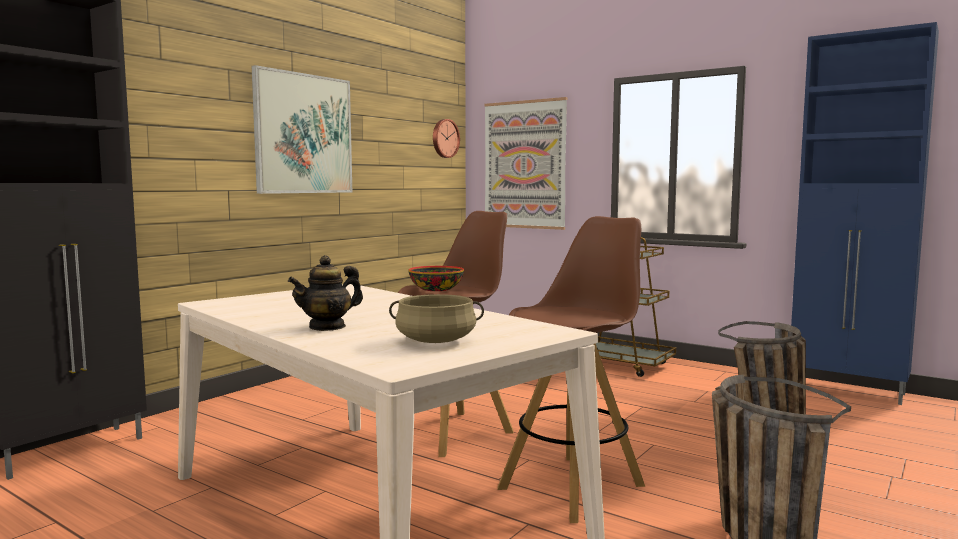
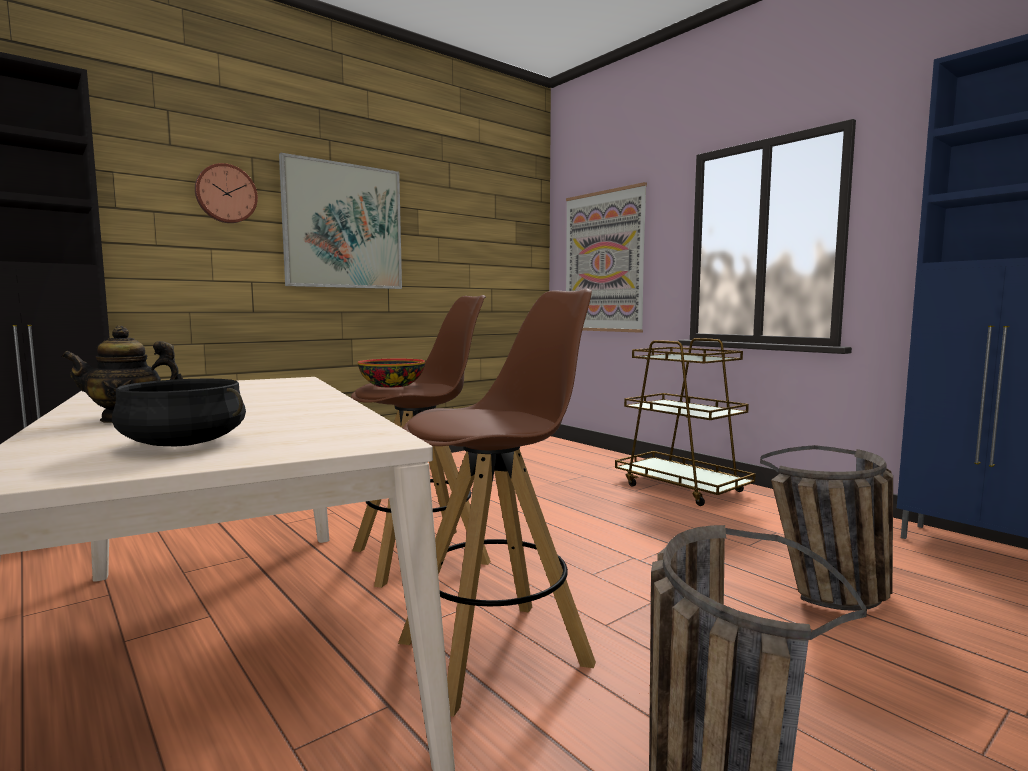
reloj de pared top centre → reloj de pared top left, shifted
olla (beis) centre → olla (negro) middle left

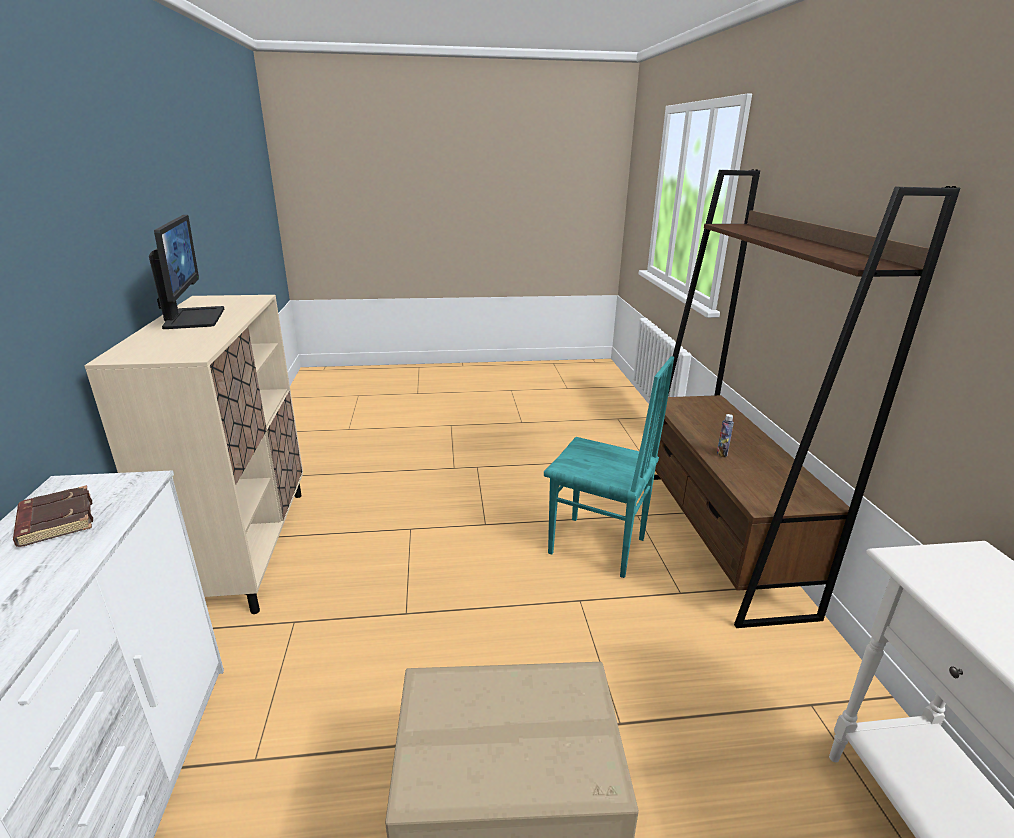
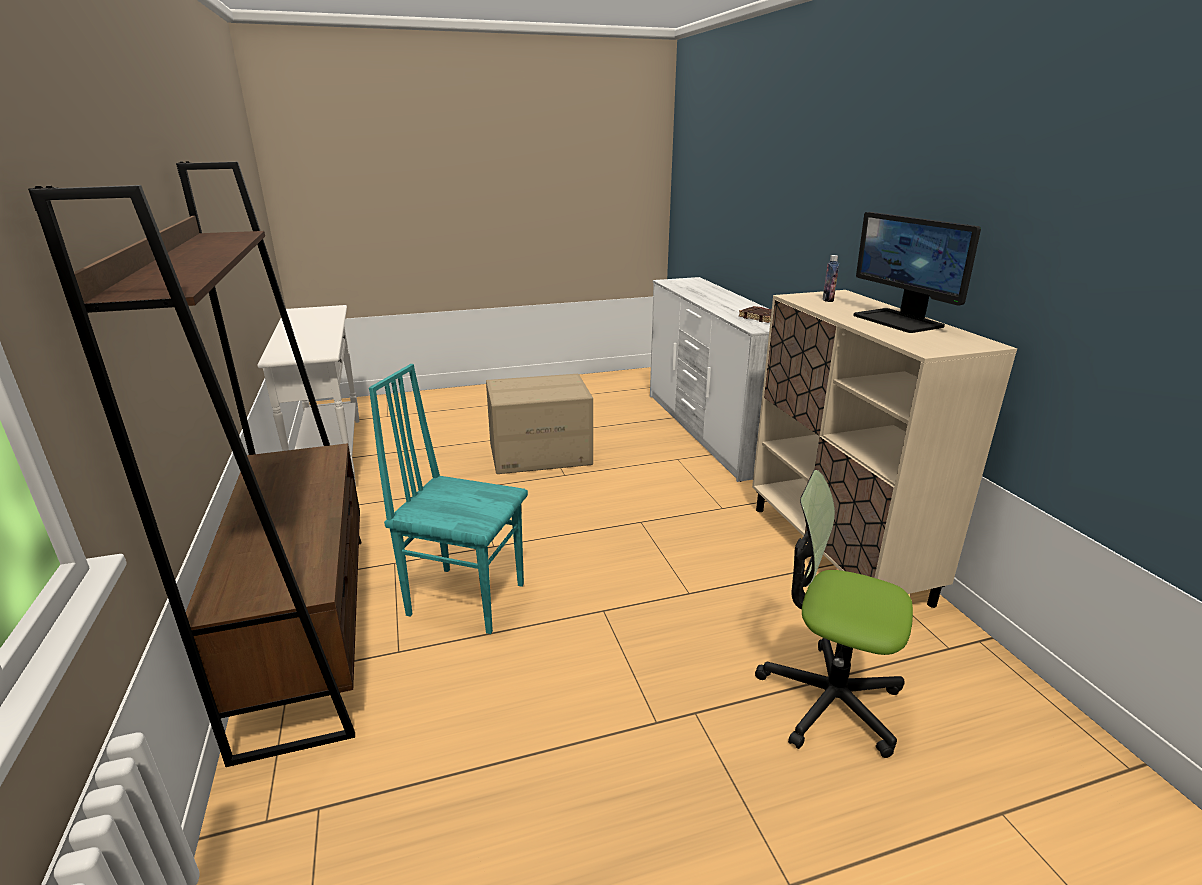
- → silla de oficina bottom right
botella middle right → botella top right, shifted

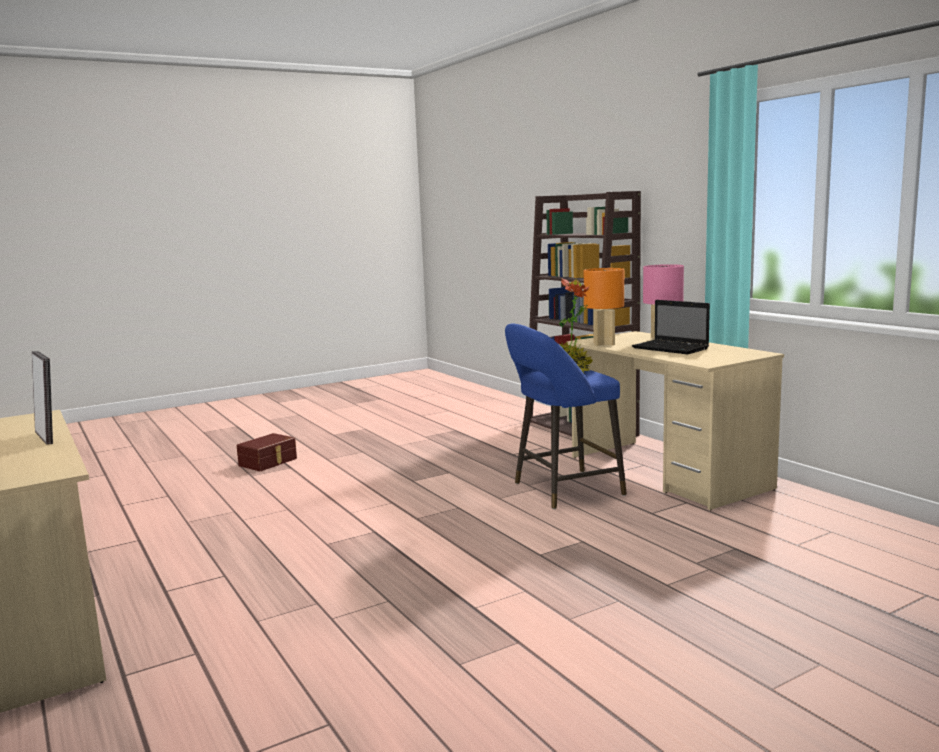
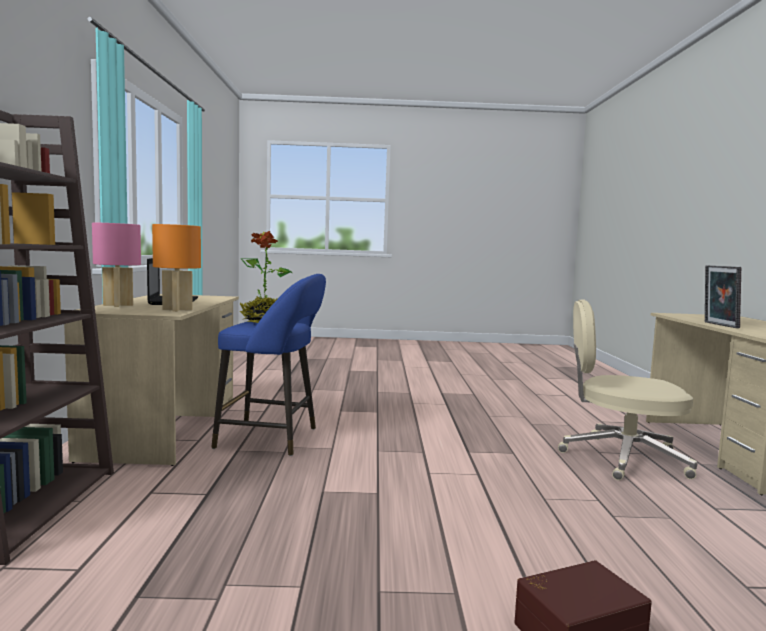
- → silla de oficina (beis) middle right

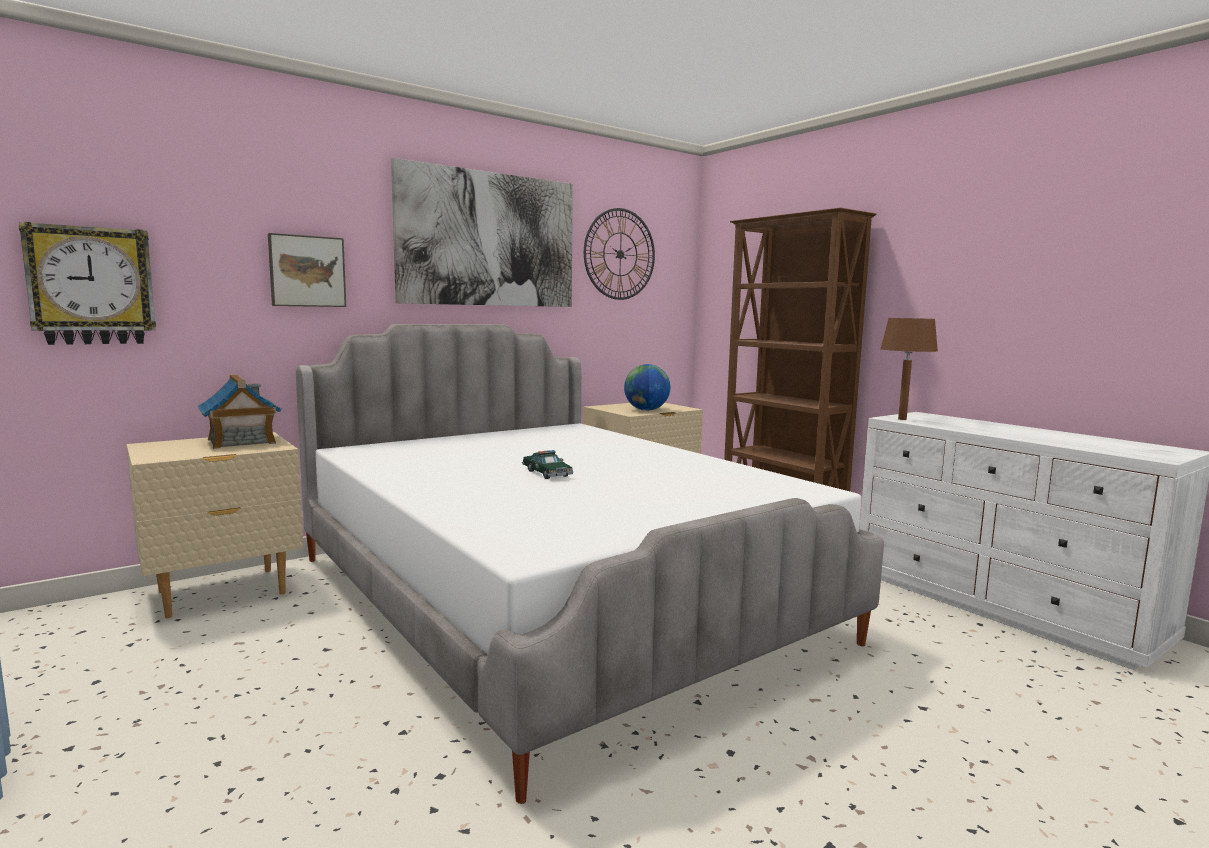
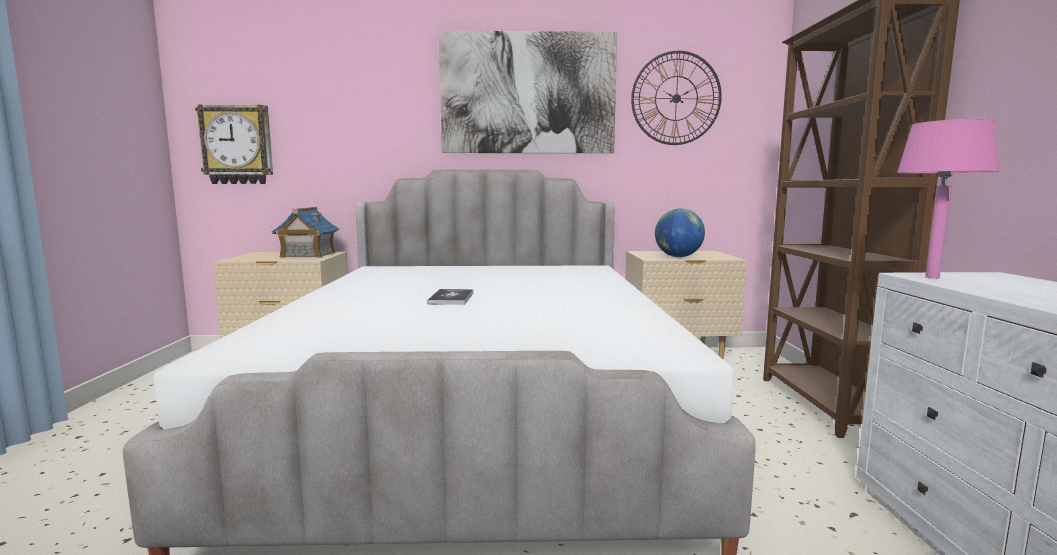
cuadro (no. 1 from left) top left → -
coche de juguete centre → libro centre
lámpara de mesa (marrón) middle right → lámpara de mesa (rosa) middle right

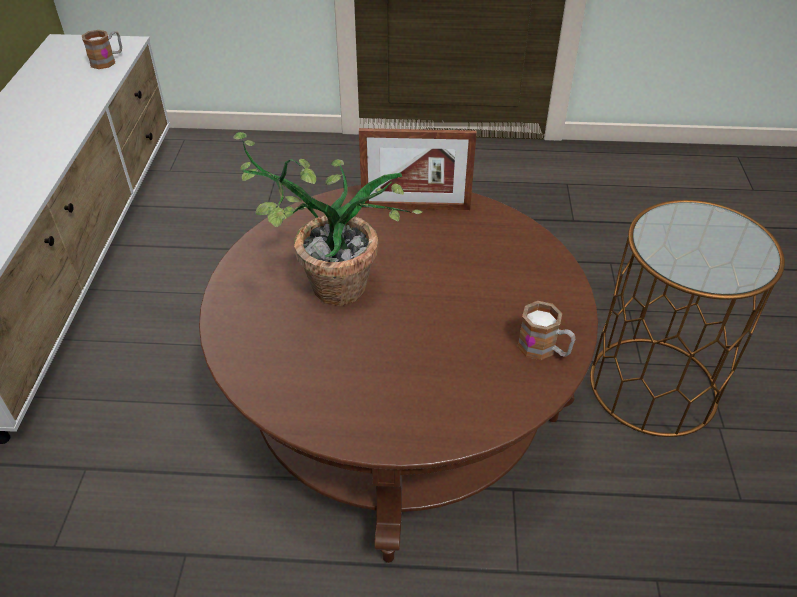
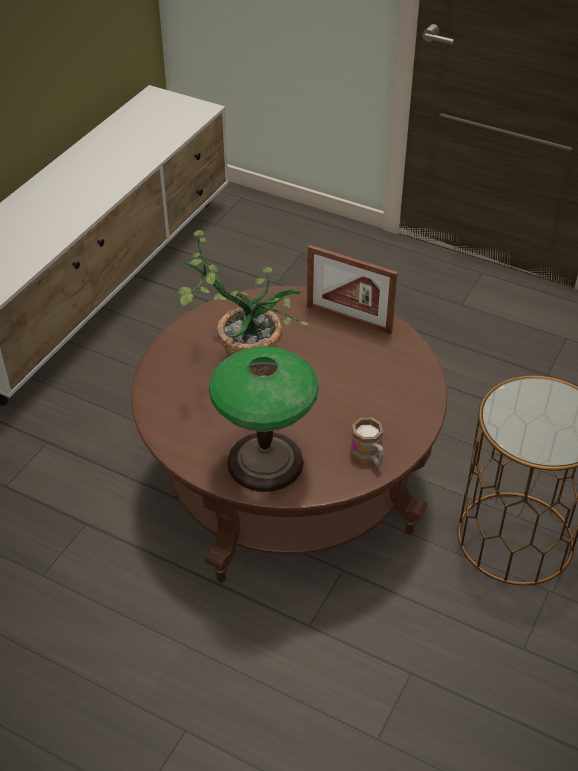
taza grande (no. 1 from left) top left → -
- → lámpara de mesa centre

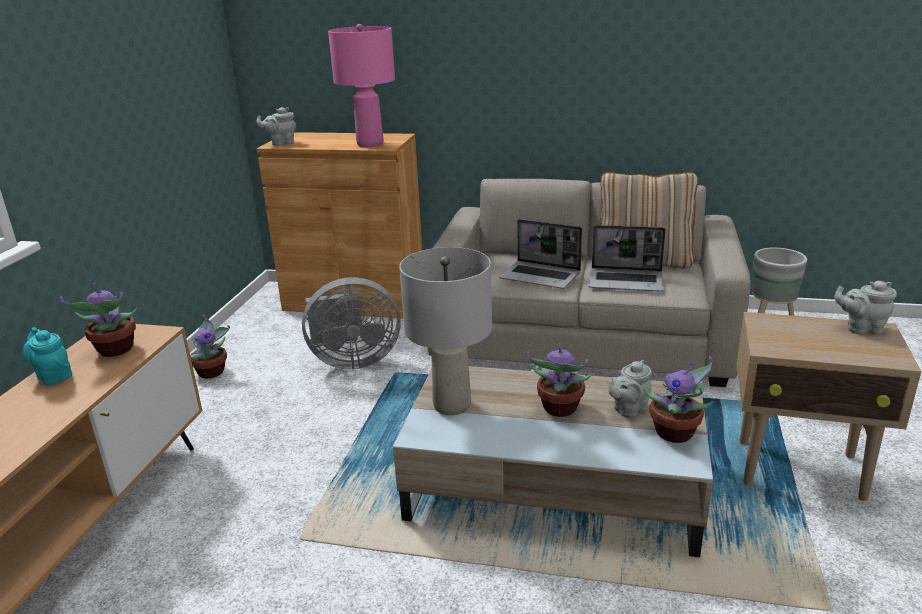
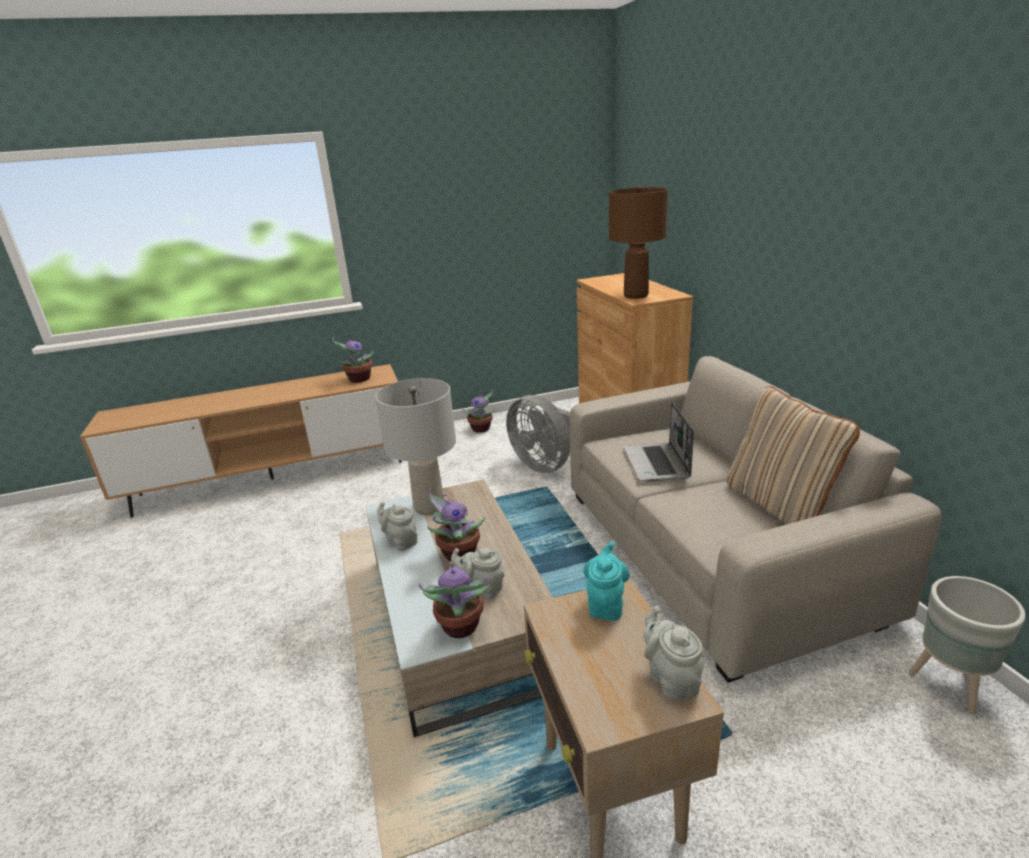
portátil (no. 2 from left) middle right → -
tetera (turquesa) middle left → tetera (turquesa) bottom centre, shifted
tetera (gris) (no. 1 from left) top left → tetera (gris) (no. 1 from left) centre, shifted
lámpara de mesa (rosa) top centre → lámpara de mesa (marrón) top centre

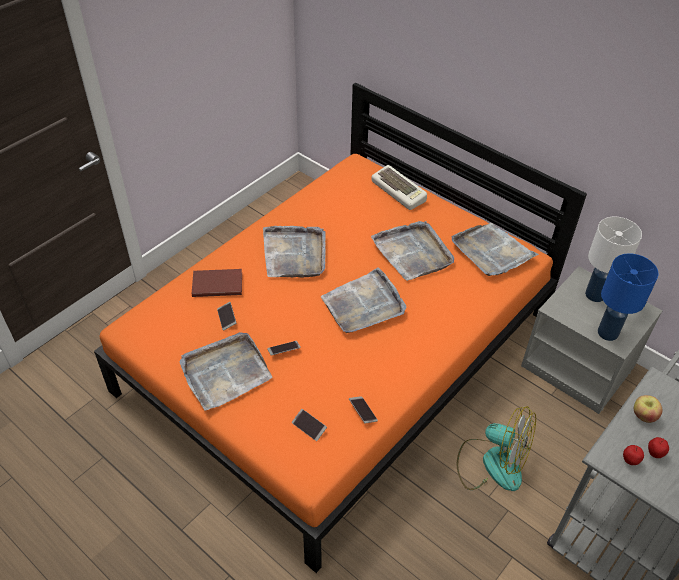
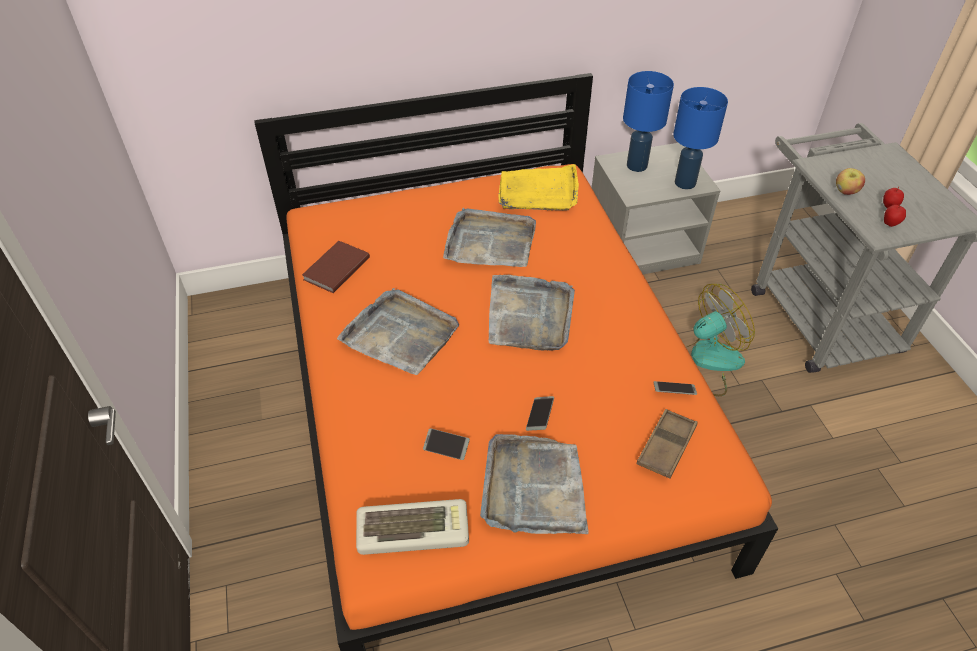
libro (marrón) middle left → libro (marrón) centre, shifted
teclado top centre → teclado bottom centre, shifted
móvil (no. 3 from left) bottom centre → bandeja (marrón) bottom right
bandeja (gris) (no. 5 from left) middle right → bandeja (amarillo) top centre
lámpara de mesa (blanco) middle right → lámpara de mesa (azul) (no. 1 from left) top centre

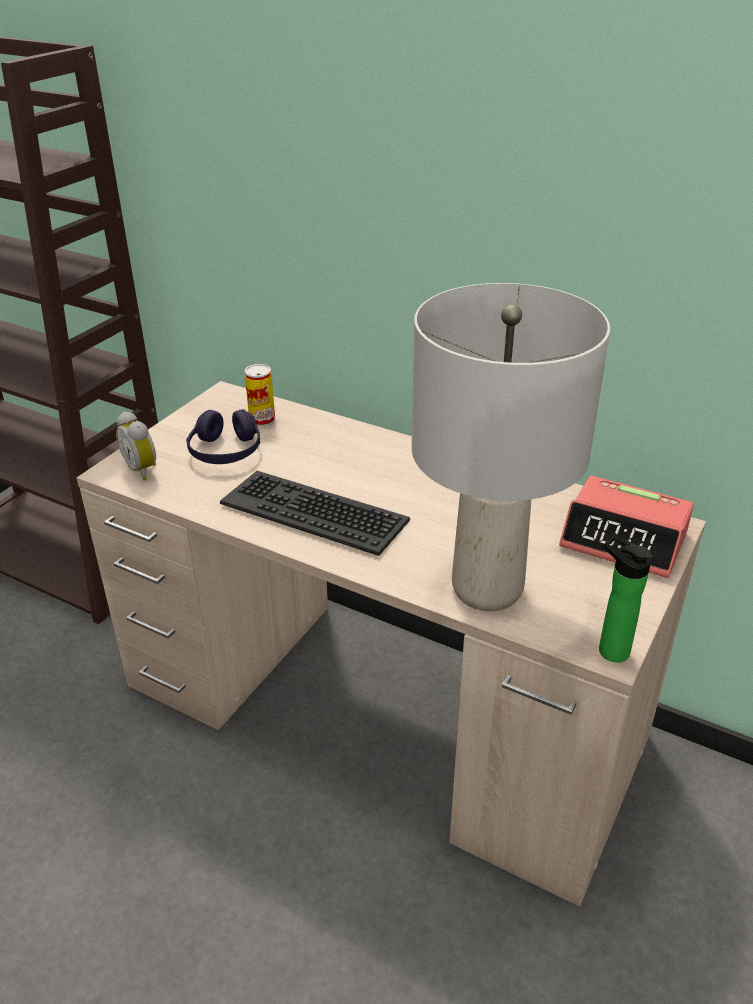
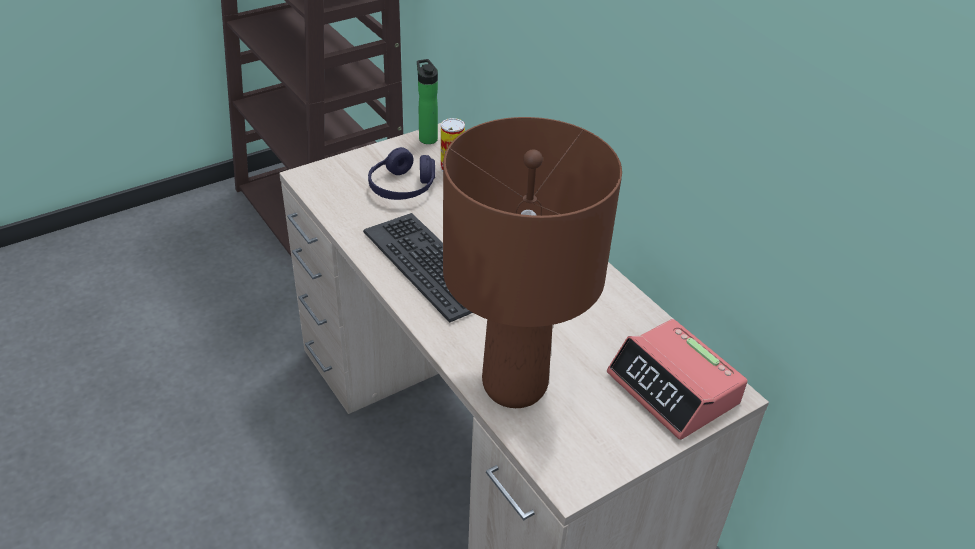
despertador (no. 1 from left) middle left → -
botella middle right → botella top centre, shifted
lámpara de mesa (gris) middle right → lámpara de mesa (marrón) centre

